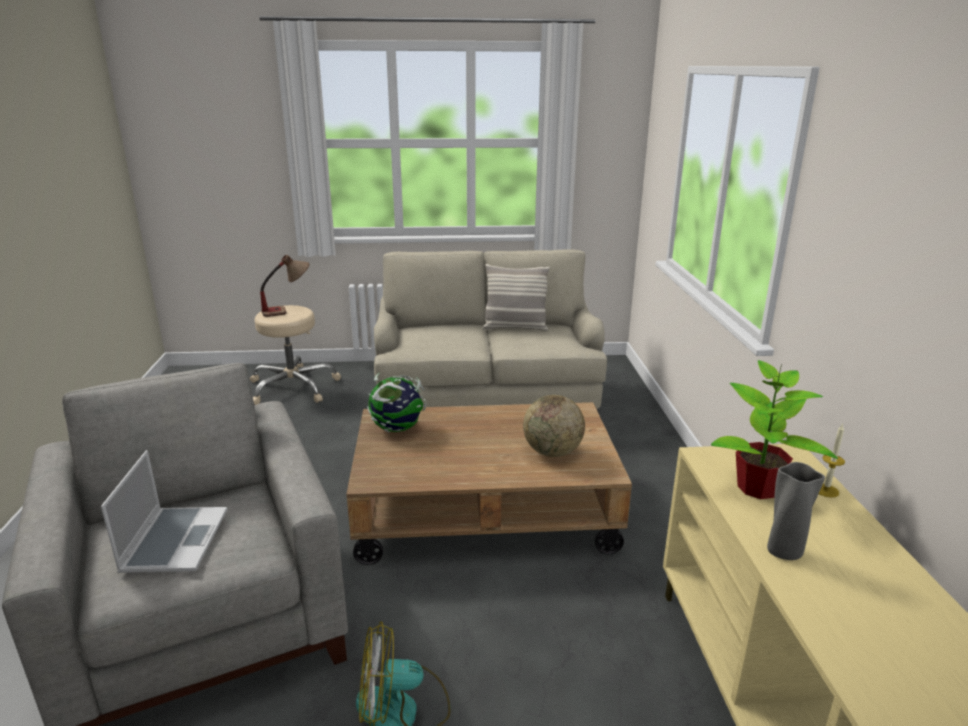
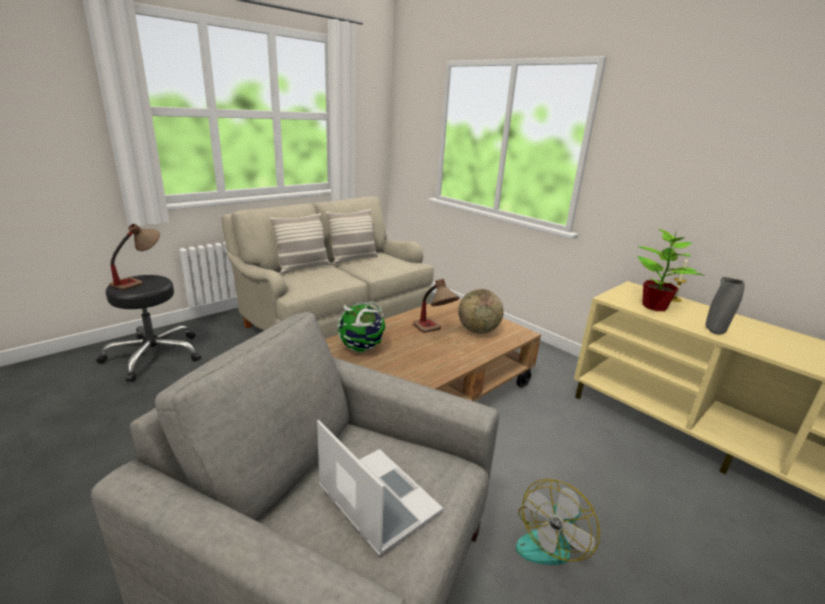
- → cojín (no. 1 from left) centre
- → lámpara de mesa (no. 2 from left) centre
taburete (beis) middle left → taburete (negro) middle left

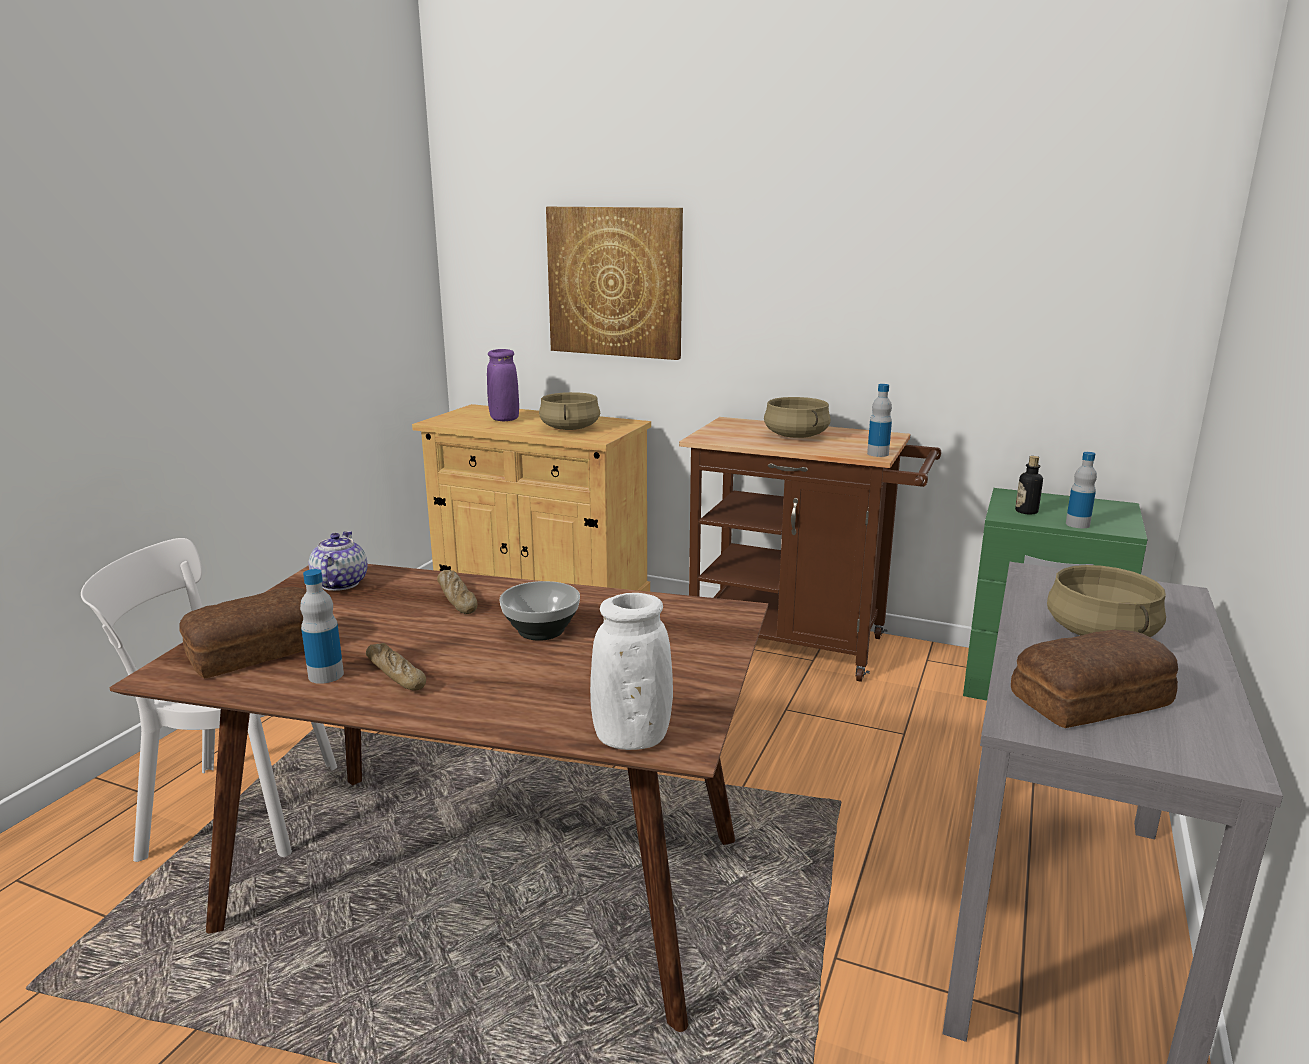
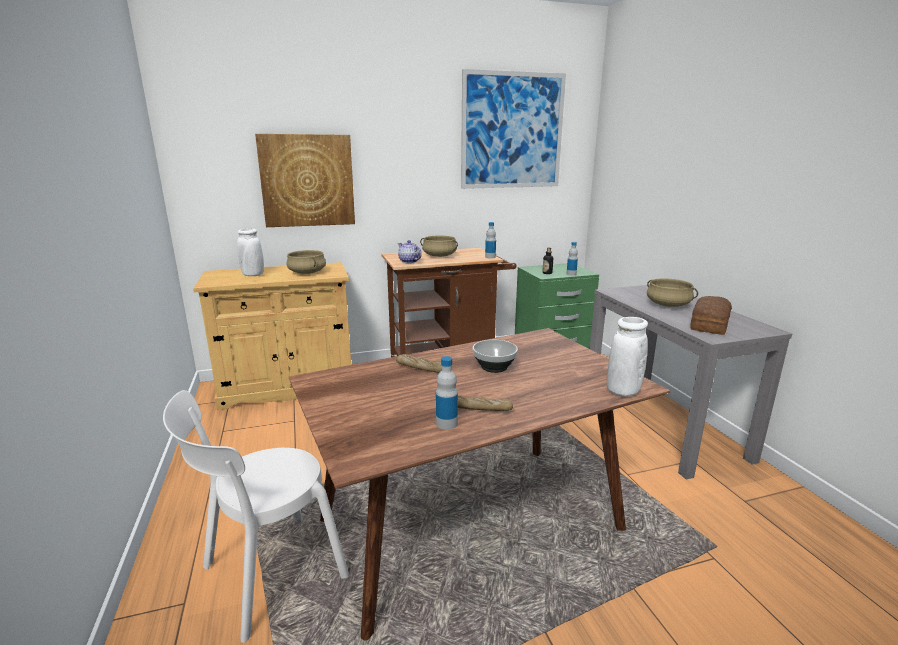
pan (no. 1 from left) middle left → -
- → cuadro (no. 2 from left) top centre
tetera middle left → tetera centre, shifted
florero (morado) centre → florero (blanco) (no. 1 from left) middle left

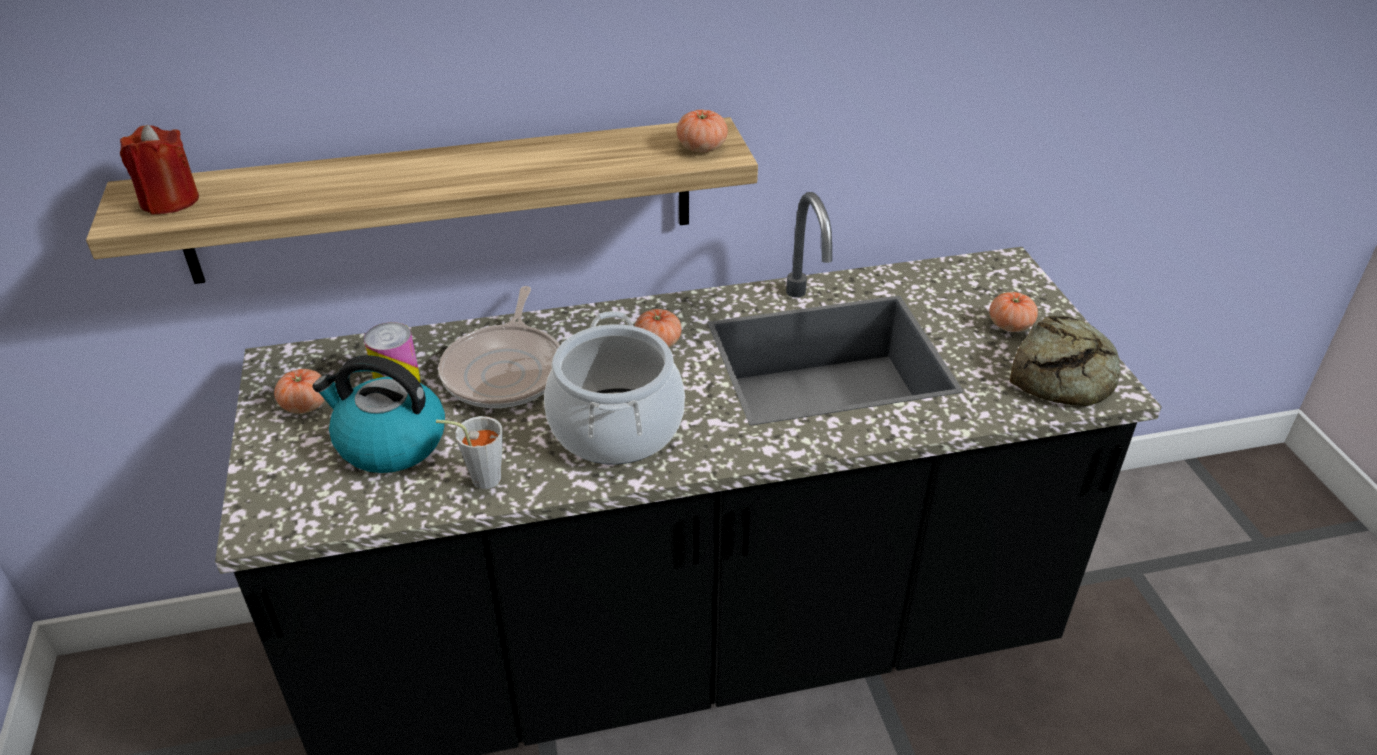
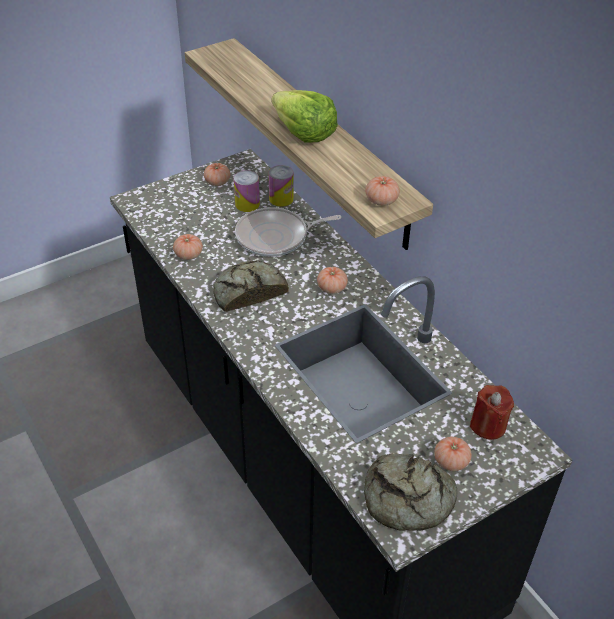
hervidor middle left → -
- → lata (no. 2 from left) top centre
- → lechuga top centre
vela (rojo) top left → vela (rojo) middle right, shifted
taza (gris) centre → tomate (no. 1 from left) middle left
olla centre → pan (no. 1 from left) centre

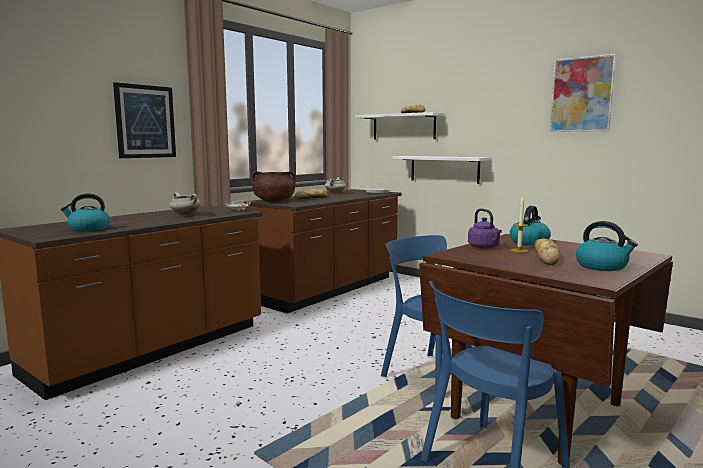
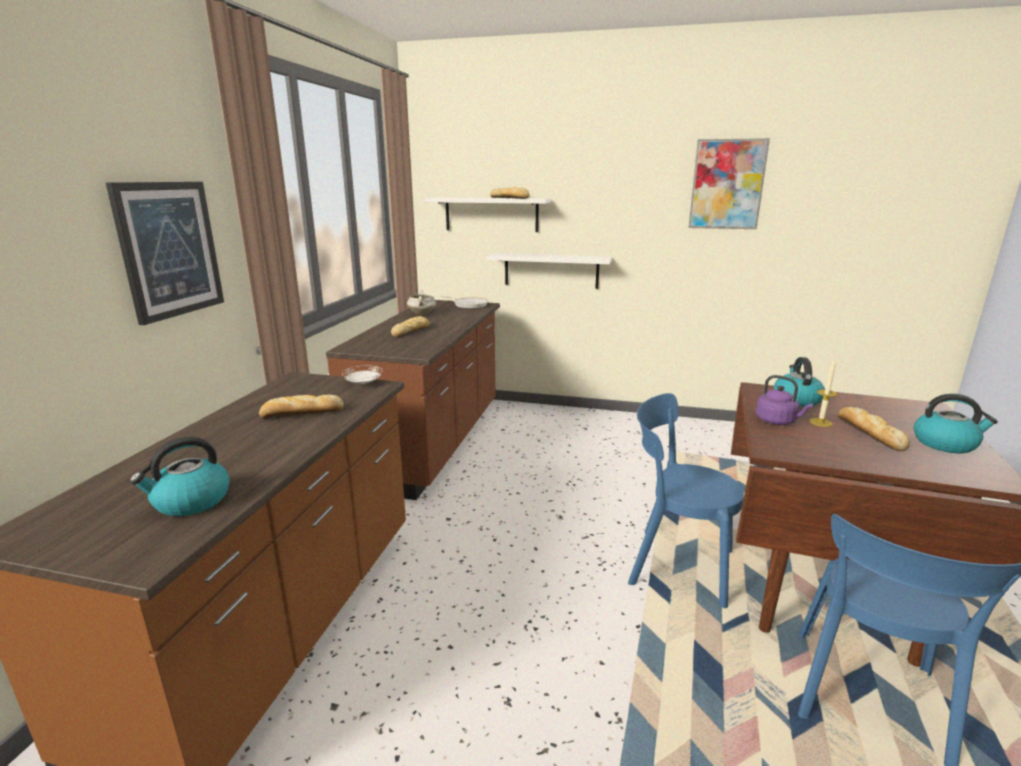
olla (marrón) centre → -
olla (blanco) (no. 1 from left) middle left → pan (no. 1 from left) middle left

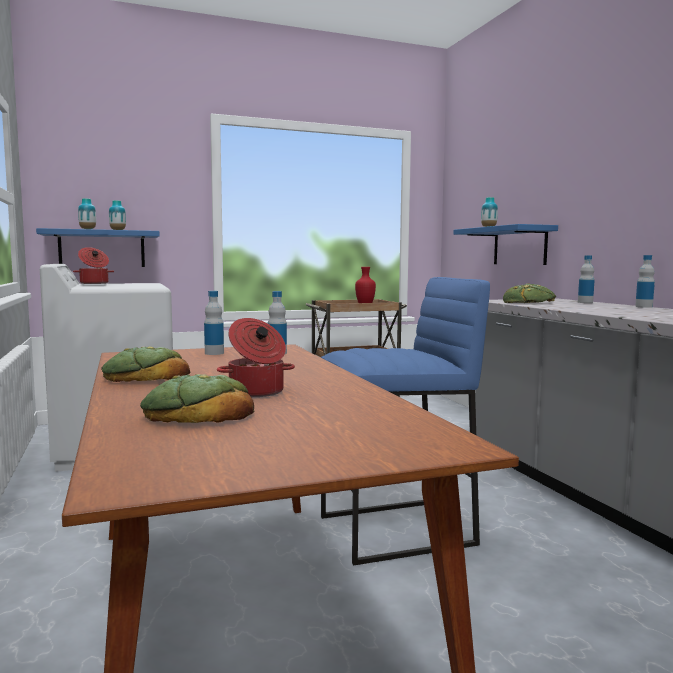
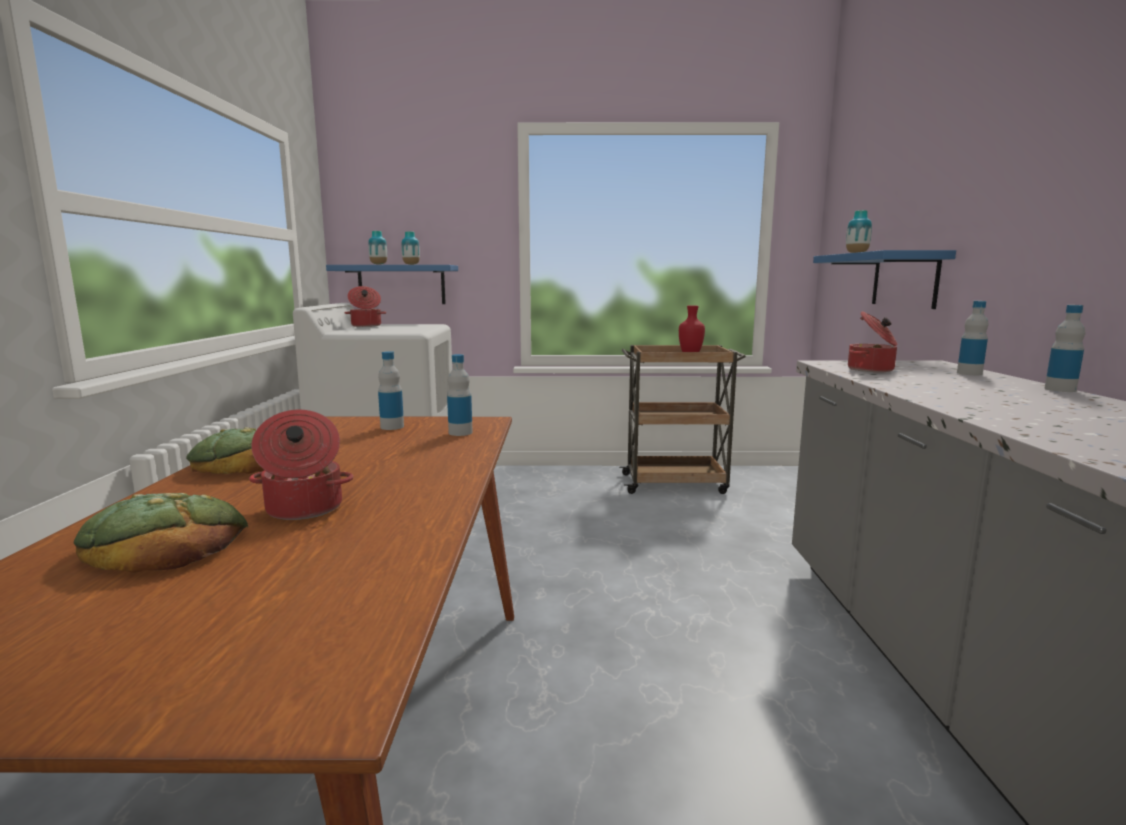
taburete (azul) centre → -
pan (no. 3 from left) middle right → olla (no. 3 from left) middle right

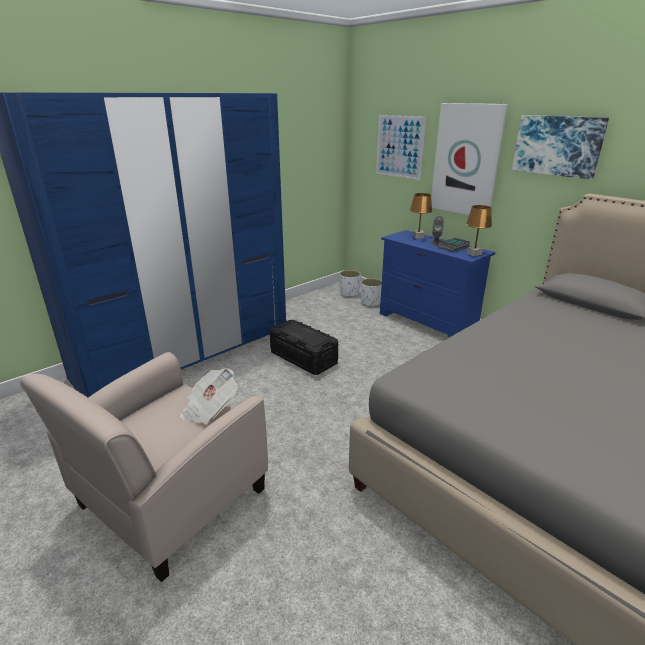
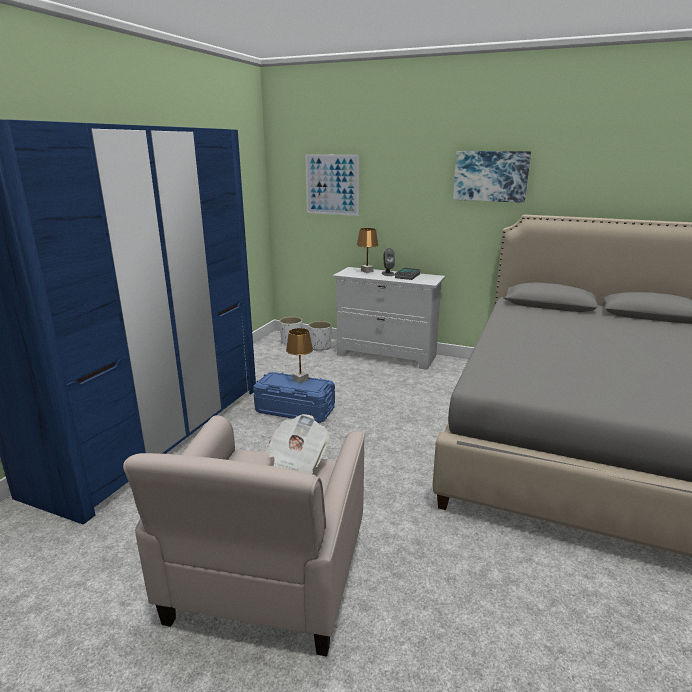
cuadro (no. 2 from left) top right → -
lámpara de mesa (marrón) (no. 2 from left in the first image) middle right → lámpara de mesa (marrón) (no. 1 from left) centre, shifted
caja de almacenaje (negro) centre → caja de almacenaje (azul) centre
cómoda (azul) middle right → cómoda (blanco) centre

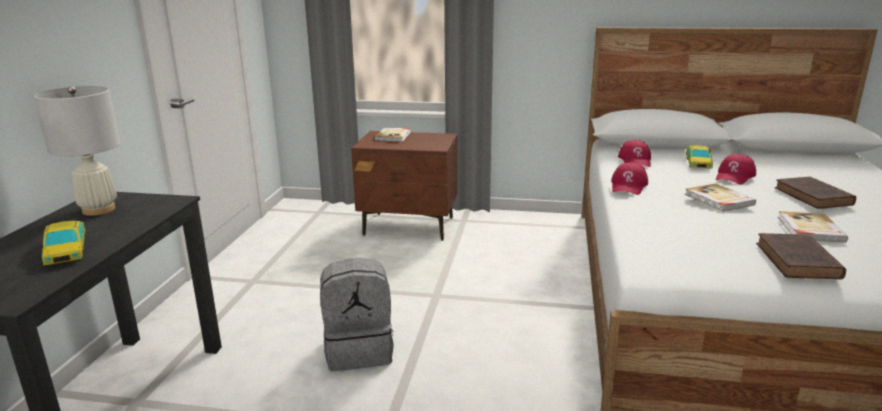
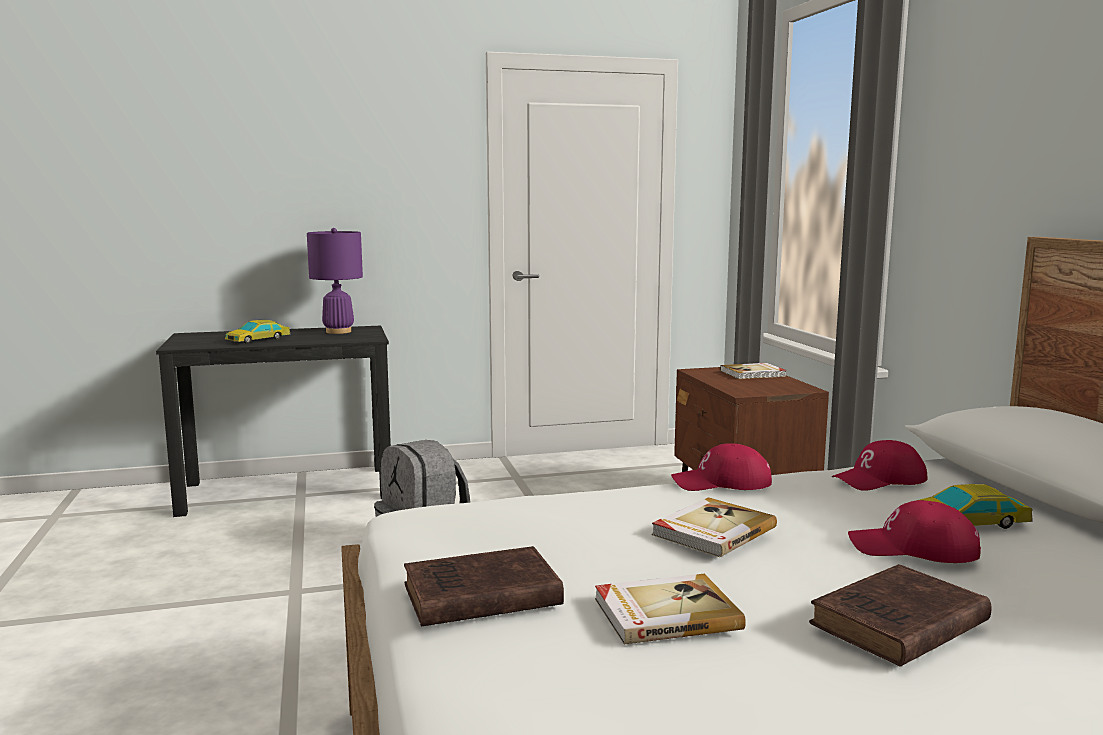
lámpara de mesa (blanco) middle left → lámpara de mesa (morado) middle left

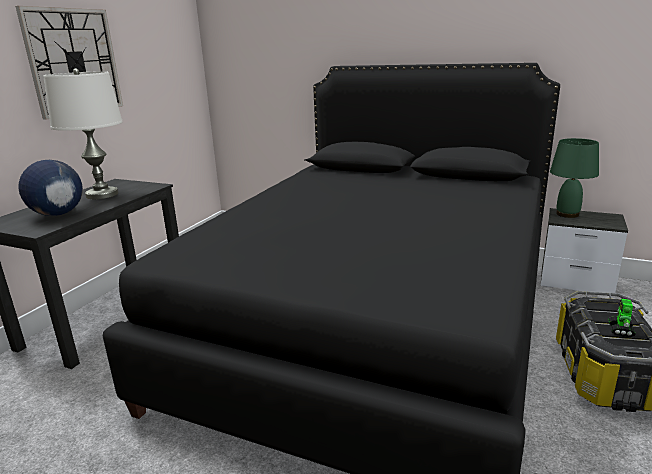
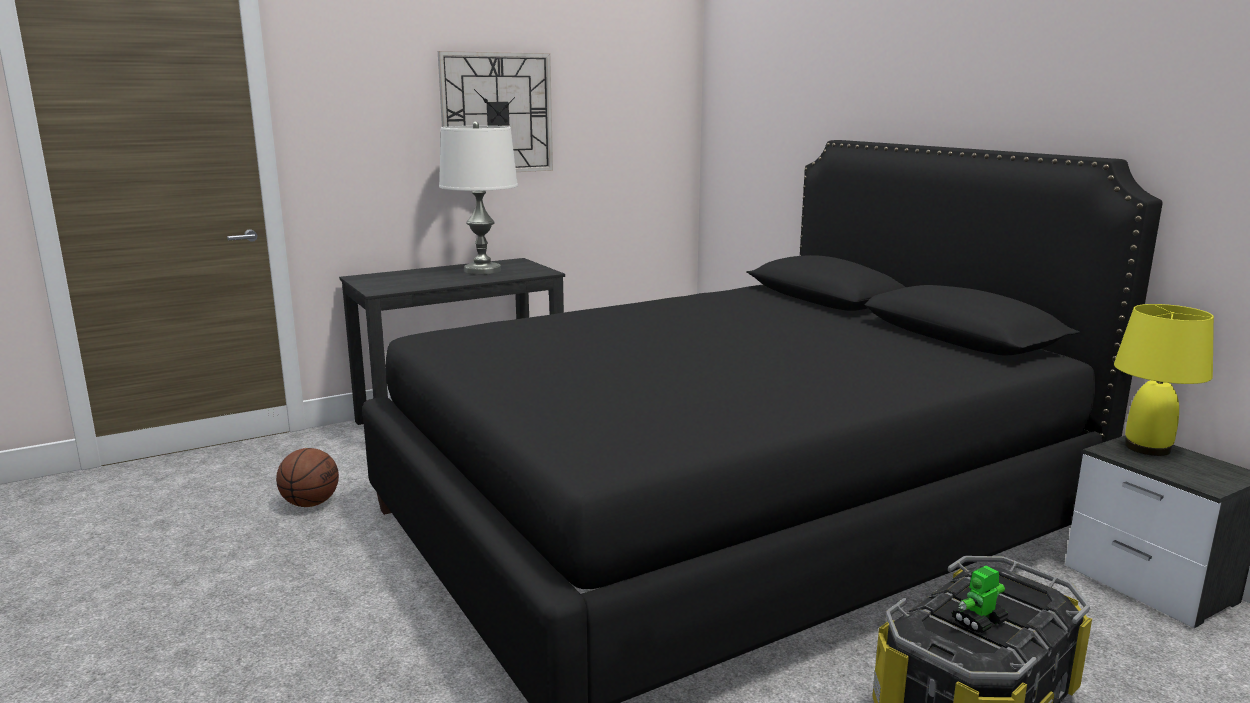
globo terráqueo middle left → -
- → balón de baloncesto bottom left
lámpara de mesa (verde) middle right → lámpara de mesa (amarillo) middle right

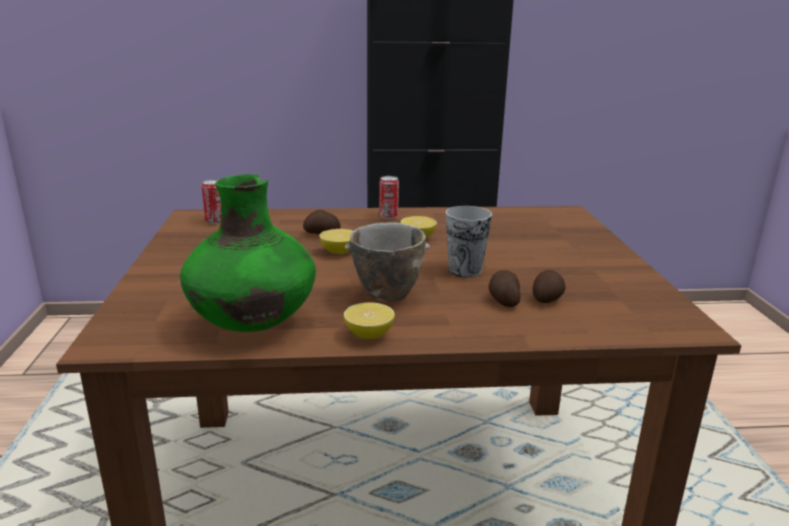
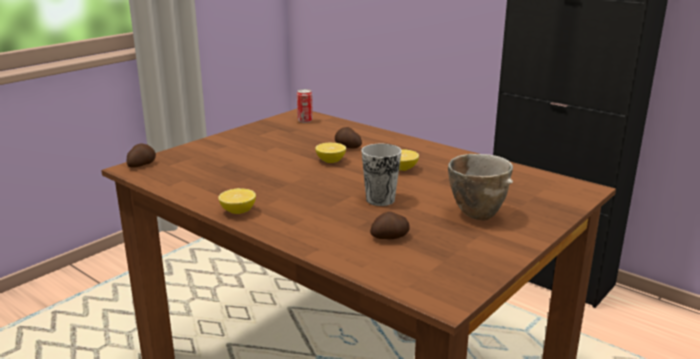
florero (verde) middle left → -
lata (no. 2 from left) centre → -
cuenco centre → cuenco middle right, shifted
patata (no. 2 from left in the first image) centre → patata (no. 1 from left) middle left, shifted

